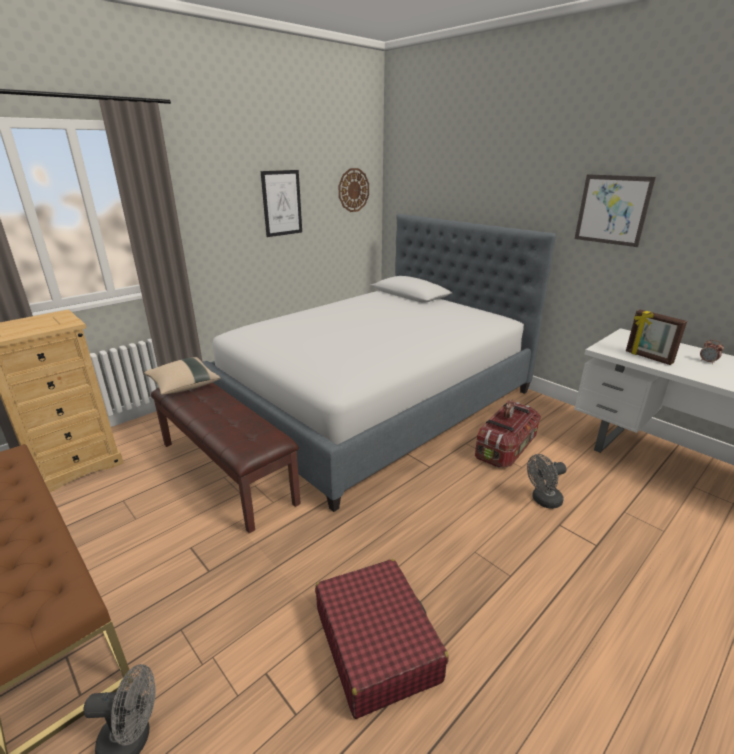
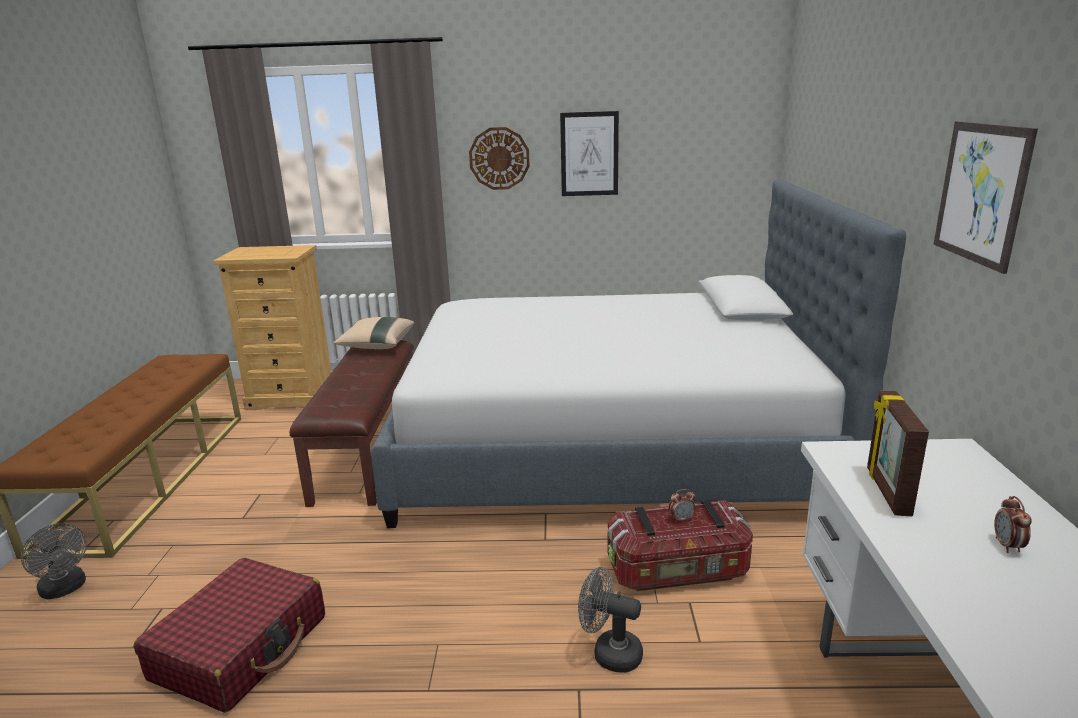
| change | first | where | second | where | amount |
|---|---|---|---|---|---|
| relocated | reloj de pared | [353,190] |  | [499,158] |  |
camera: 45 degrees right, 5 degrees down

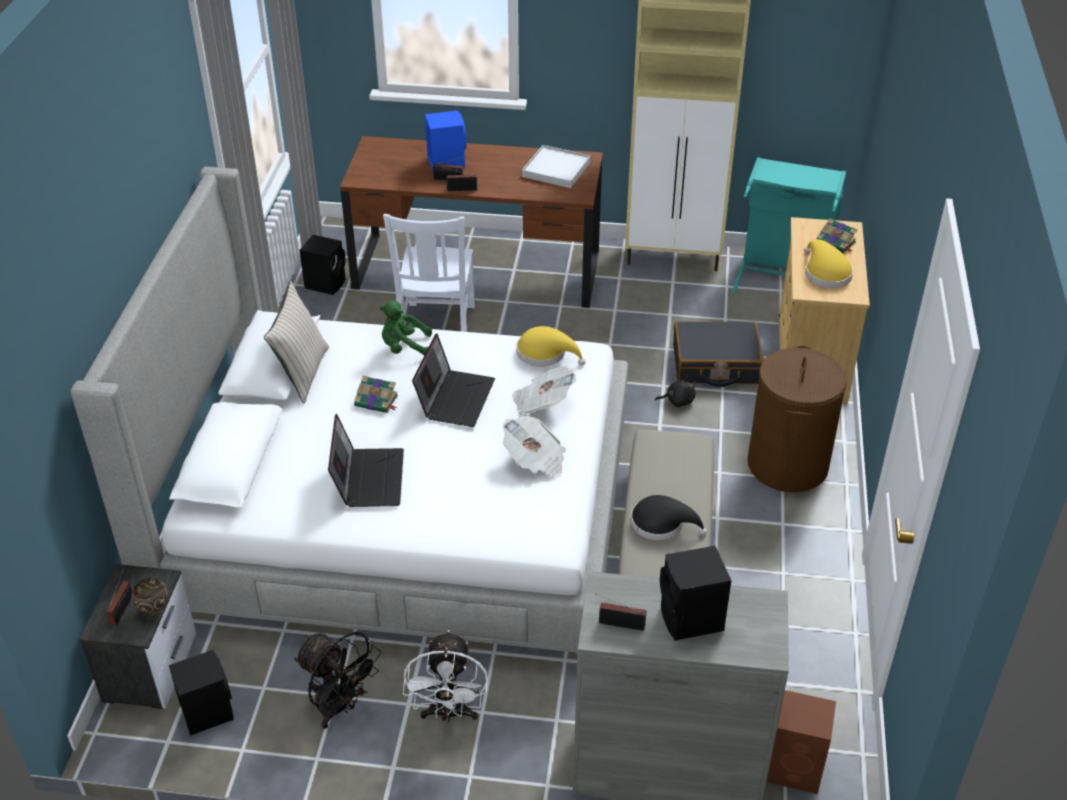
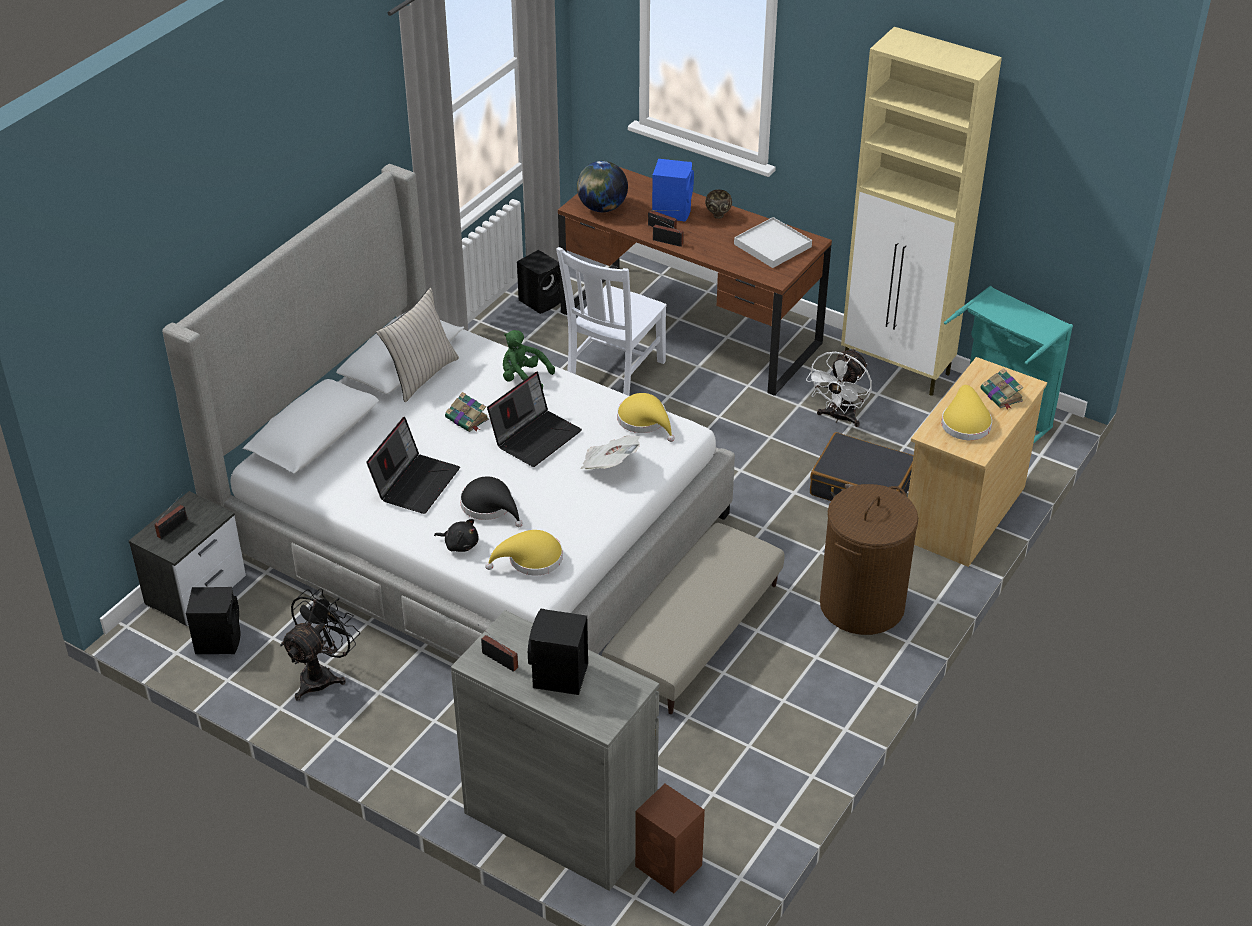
| change | first | where | second | where | amount |
|---|---|---|---|---|---|
| spun | ventilador (negro) | [340,707] |  | [322,675] | 120 degrees counterclockwise |
| relocated | peluche (negro) | [677,400] |  | [460,544] |  |
| relocated | sombrero (negro) | [661,524] |  | [490,506] |  |
| appeared |  |  | sombrero (amarillo) | [531,560] |  |
| appeared |  |  | globo terráqueo | [602,208] |  |
| relocated | cuenco (marrón) | [153,609] |  | [717,215] |  |
| relocated | ventilador (blanco) | [449,713] |  | [839,417] |  |
| missing | periódico | [535,460] |  |  |  |
camera: 25 degrees right, 0 degrees up

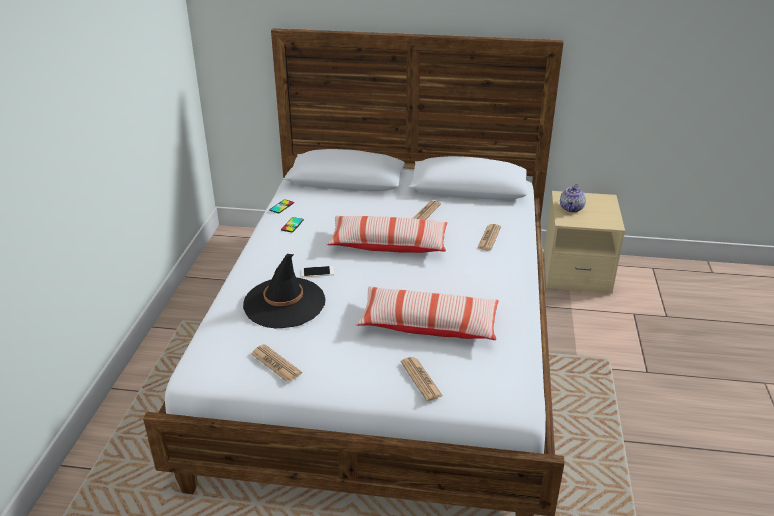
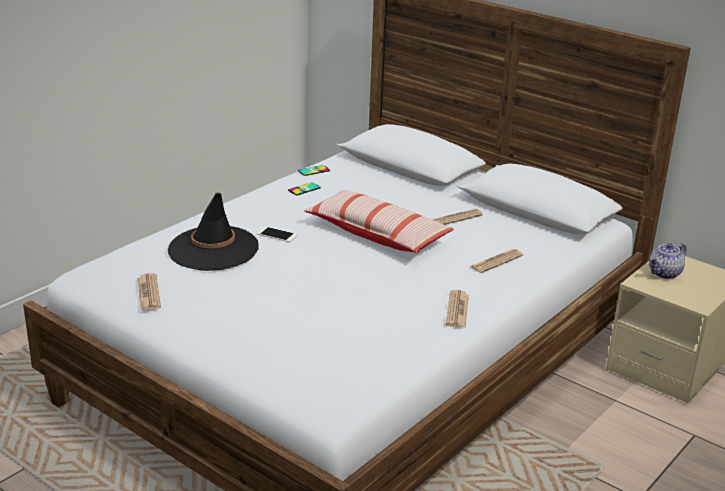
| change | first | where | second | where | amount |
|---|---|---|---|---|---|
| relocated | periódico | [421,379] |  | [457,310] |  |
| missing | cojín | [428,325] |  |  |  |
camera: 30 degrees right, 5 degrees down

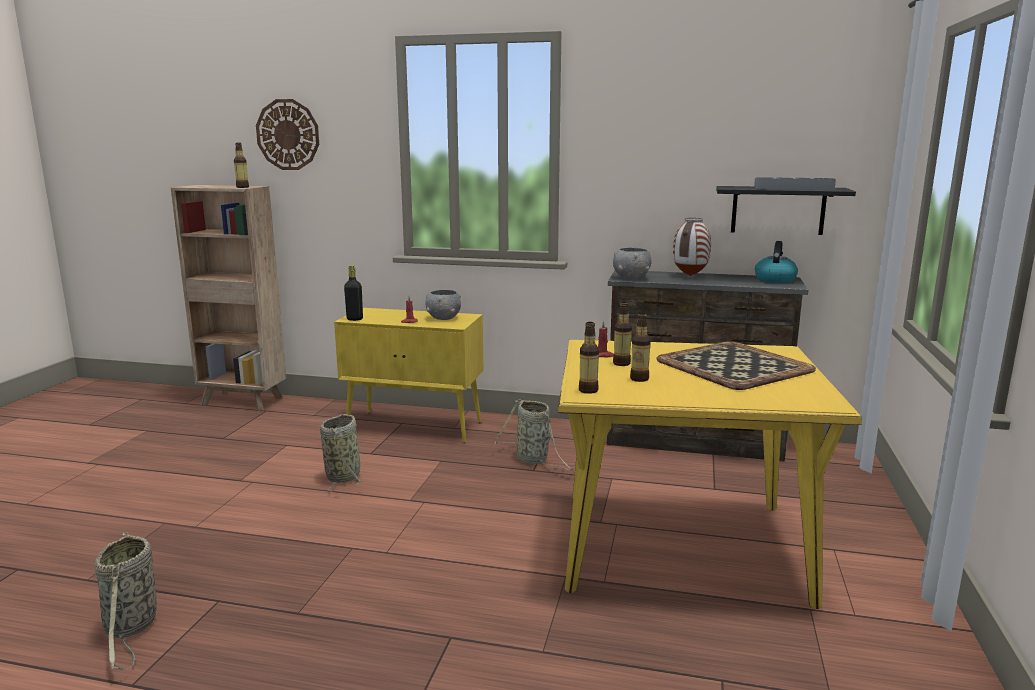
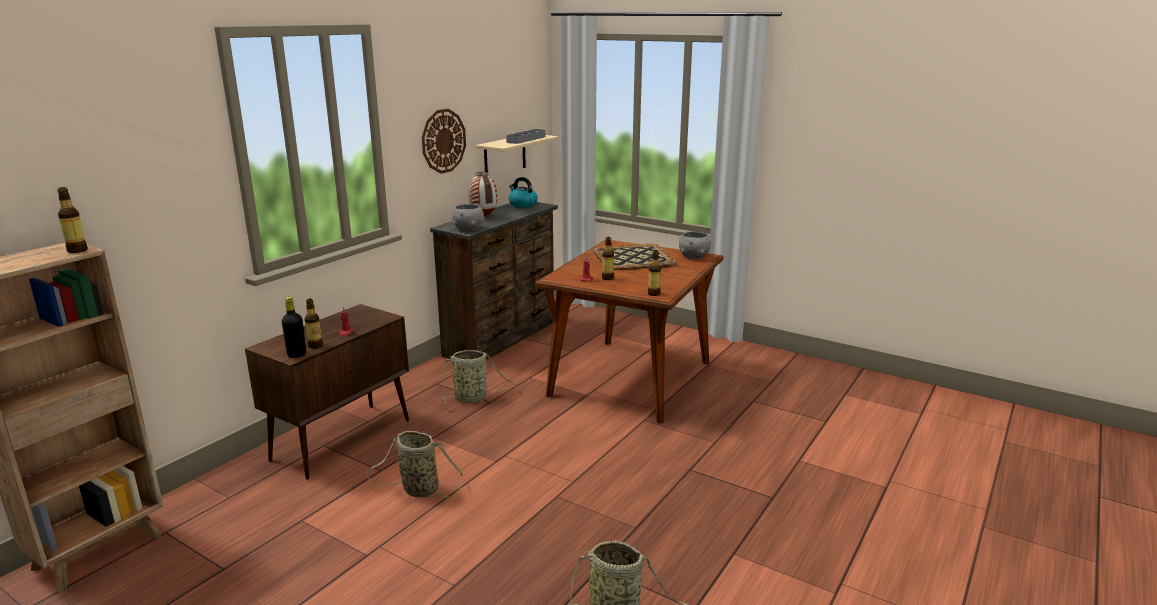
| change | first | where | second | where | amount |
|---|---|---|---|---|---|
| colour | armario (amarillo) | [415,427] | armario (marrón) | [343,439] |  |
| relocated | botella | [639,379] |  | [315,346] |  |
| relocated | reloj de pared | [288,135] |  | [443,141] |  |
| colour | estante (negro) | [778,210] | estante (beis) | [505,155] |  |
| colour | mesa de comedor (amarillo) | [679,545] | mesa de comedor (marrón) | [630,379] |  |
| relocated | cuenco (gris) | [443,318] |  | [694,257] |  |
camera: 70 degrees left, 5 degrees up

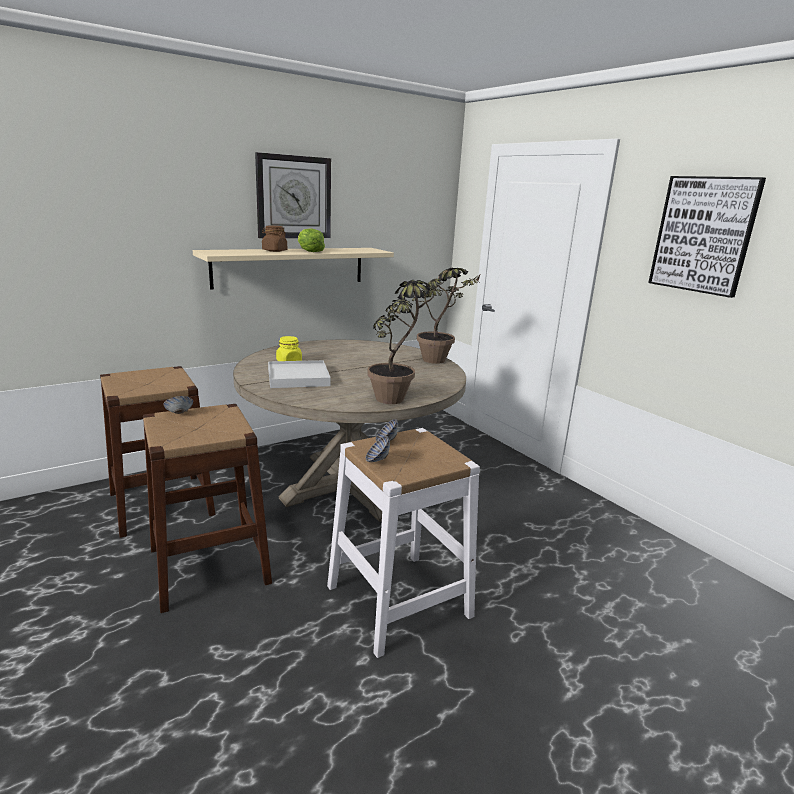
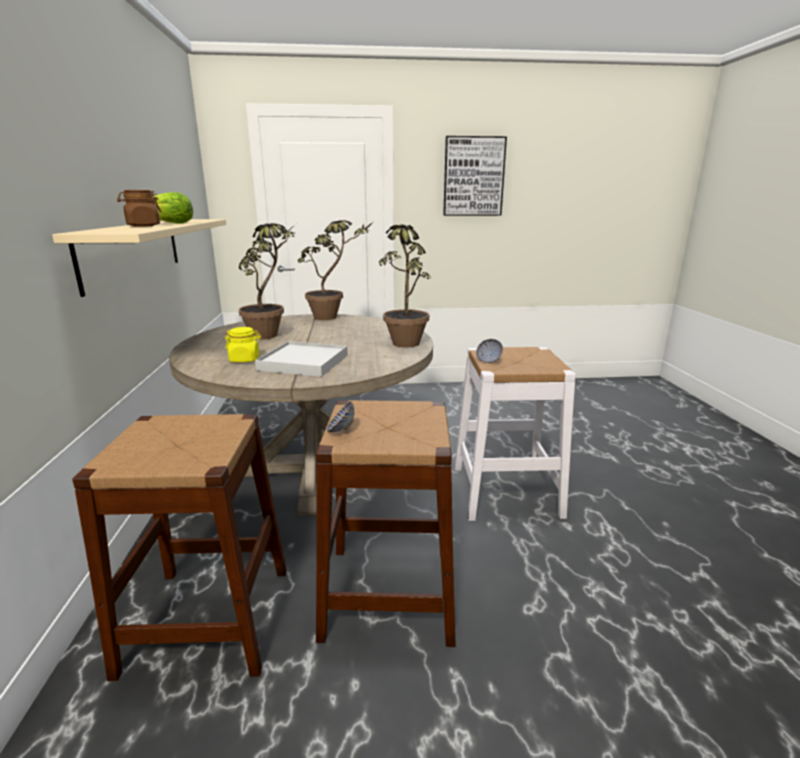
| change | first | where | second | where | amount |
|---|---|---|---|---|---|
| appeared |  |  | planta en maceta | [271,333] |  |
| missing | reloj de pared | [293,197] |  |  |  |
| missing | cuenco | [377,460] |  |  |  |
camera: 60 degrees left, 0 degrees up

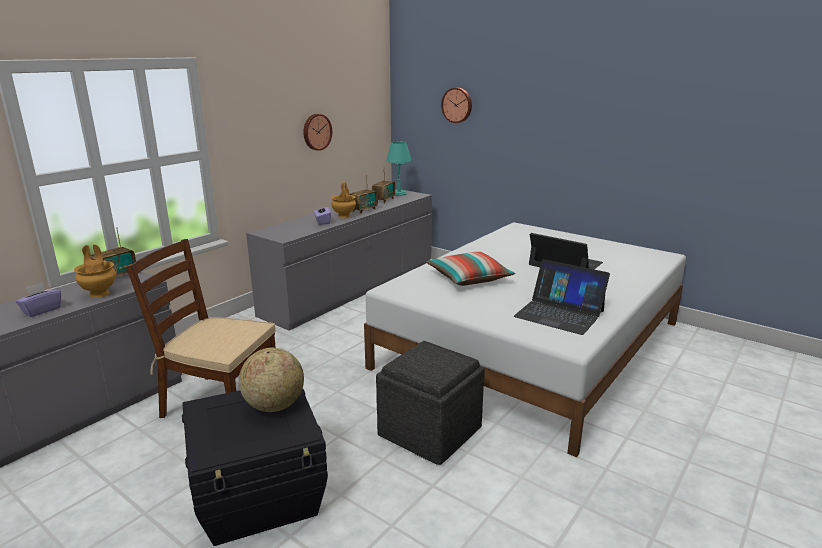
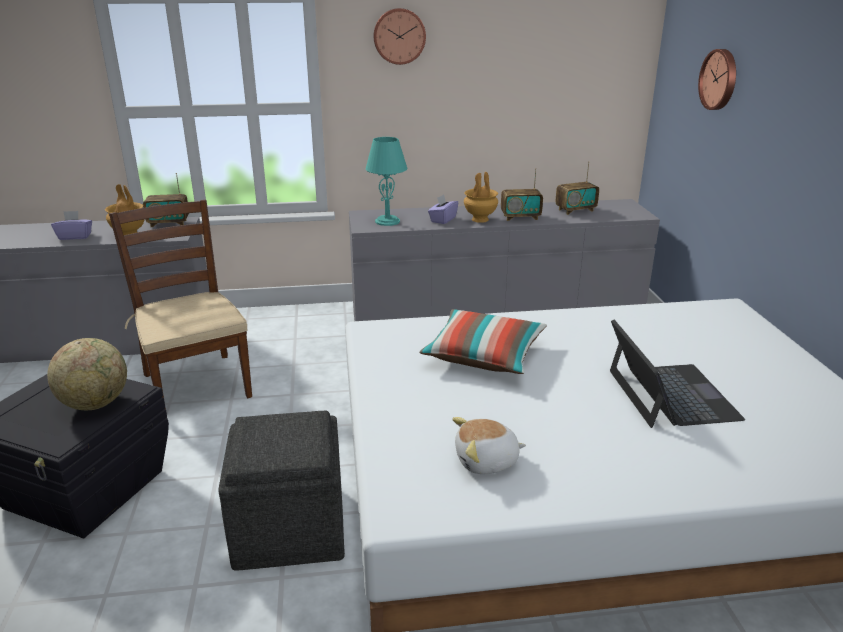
| change | first | where | second | where | amount |
|---|---|---|---|---|---|
| relocated | lámpara de mesa (turquesa) | [399,193] |  | [387,221] |  |
| relocated | reloj de pared | [316,132] |  | [399,36] |  |
| exchanged | portátil | [559,313] | peluche | [487,461] |  |
camera: 45 degrees right, 5 degrees up

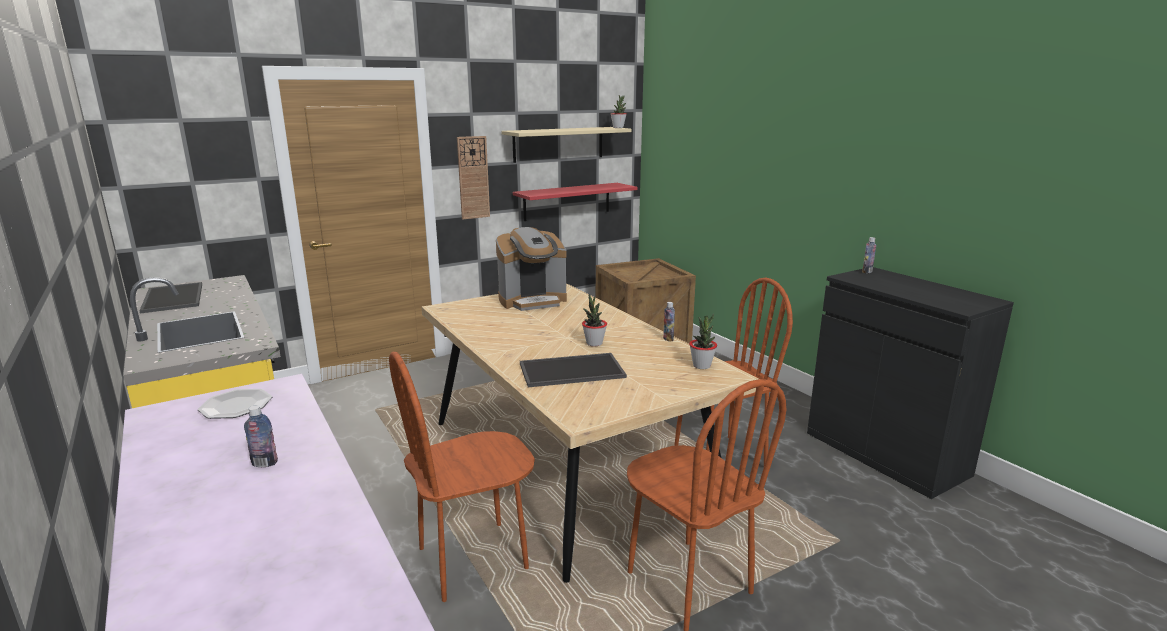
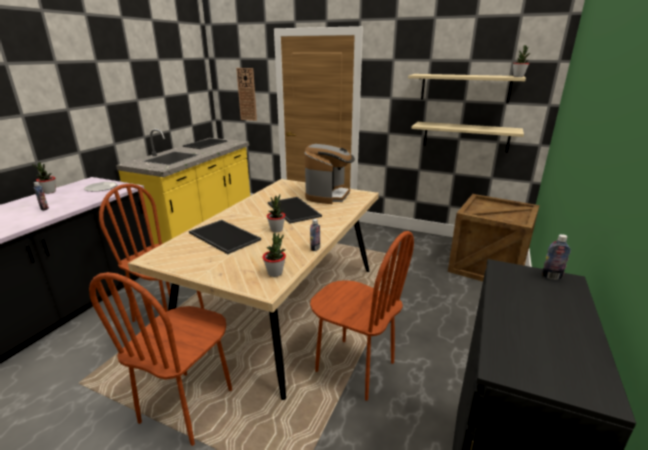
| change | first | where | second | where | amount |
|---|---|---|---|---|---|
| appeared |  |  | planta en maceta | [49,192] |  |
| relocated | reloj de pared | [473,177] |  | [247,94] |  |
| appeared |  |  | bandeja | [292,210] |  |
| spun | cafetera | [532,301] |  | [328,195] | 105 degrees counterclockwise |
| colour | estante (rojo) | [567,201] | estante (beis) | [465,136] |  |
camera: 55 degrees right, 5 degrees up

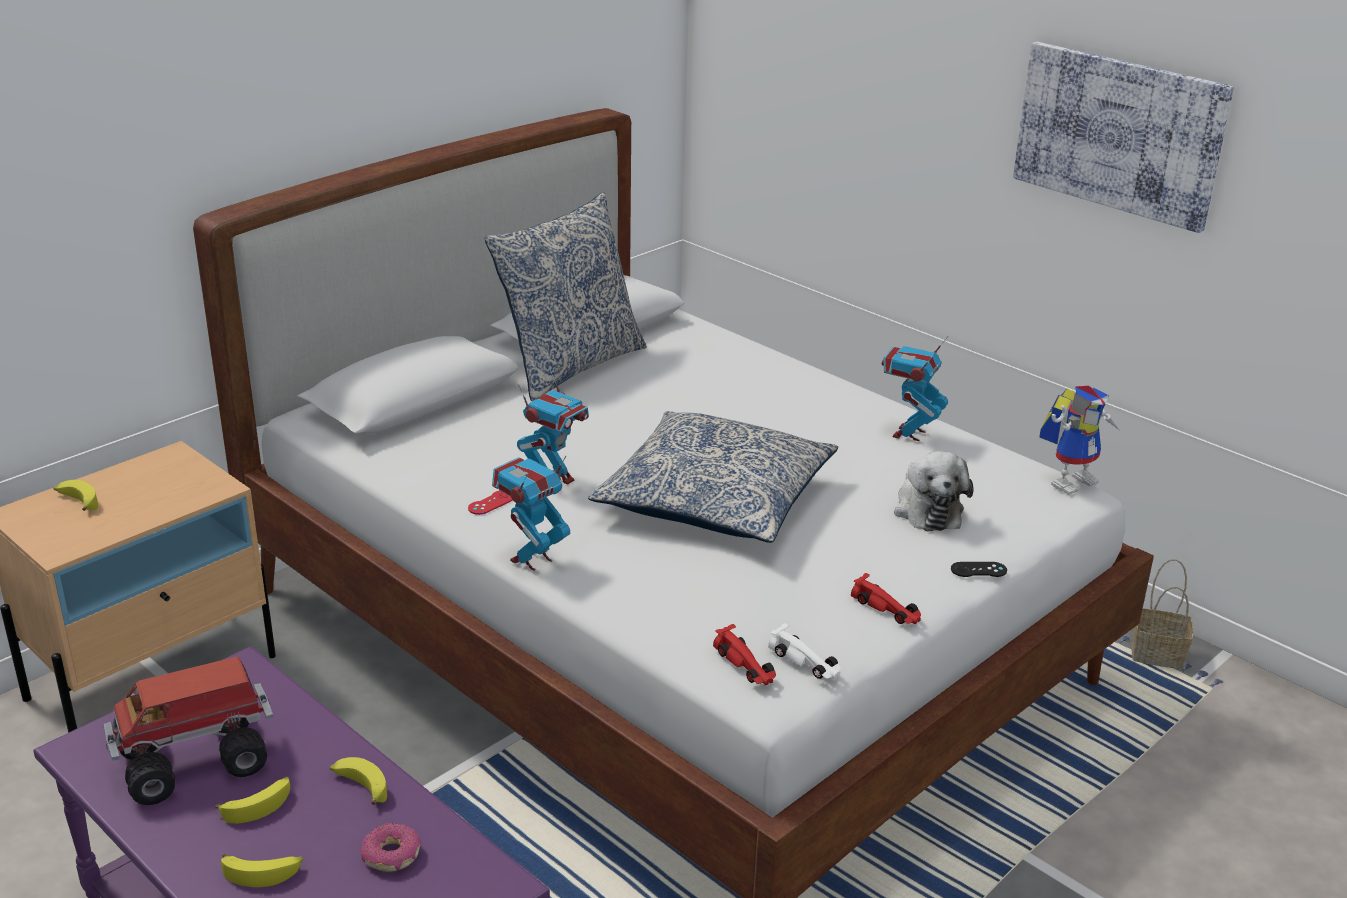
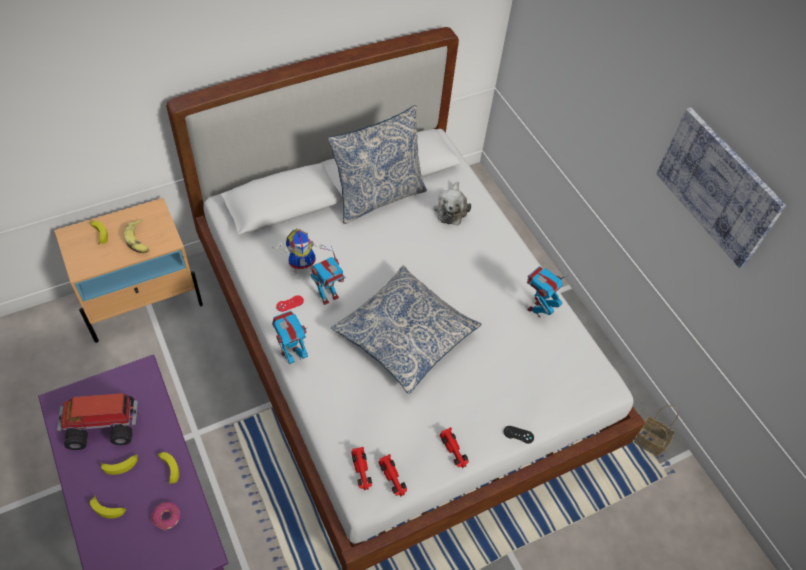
| change | first | where | second | where | amount |
|---|---|---|---|---|---|
| appeared |  |  | plátano | [138,240] |  |
| relocated | robot de juguete | [1071,479] |  | [304,268] |  |
| colour | coche de juguete (blanco) | [805,661] | coche de juguete (rojo) | [393,478] |  |
| relocated | peluche | [927,509] |  | [451,209] |  |
camera: 15 degrees right, 25 degrees up

